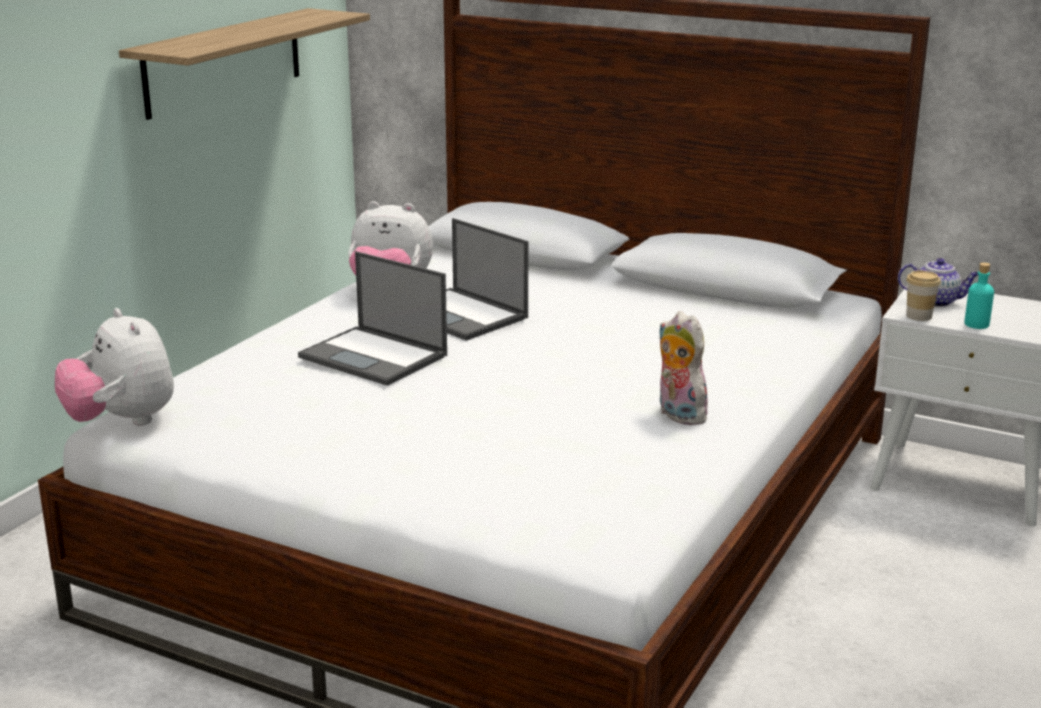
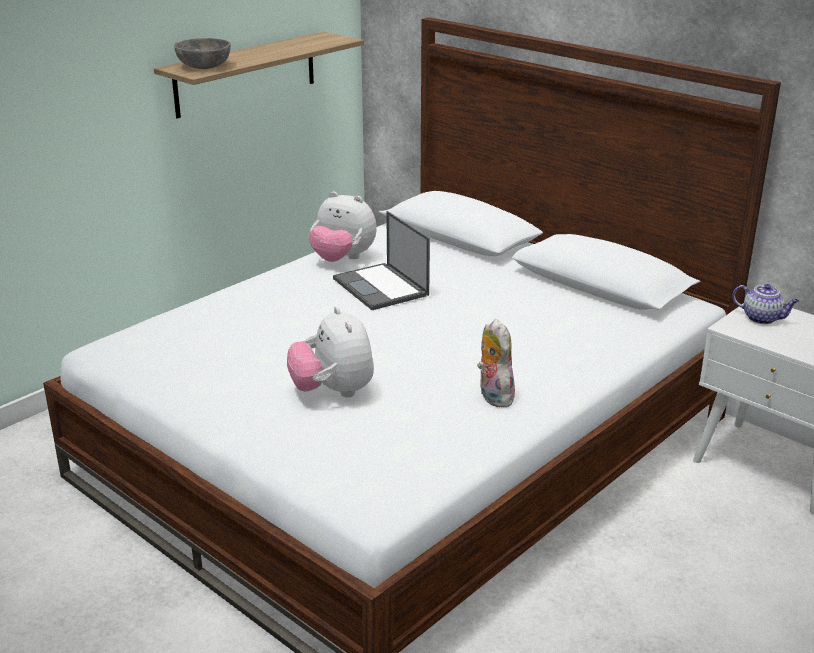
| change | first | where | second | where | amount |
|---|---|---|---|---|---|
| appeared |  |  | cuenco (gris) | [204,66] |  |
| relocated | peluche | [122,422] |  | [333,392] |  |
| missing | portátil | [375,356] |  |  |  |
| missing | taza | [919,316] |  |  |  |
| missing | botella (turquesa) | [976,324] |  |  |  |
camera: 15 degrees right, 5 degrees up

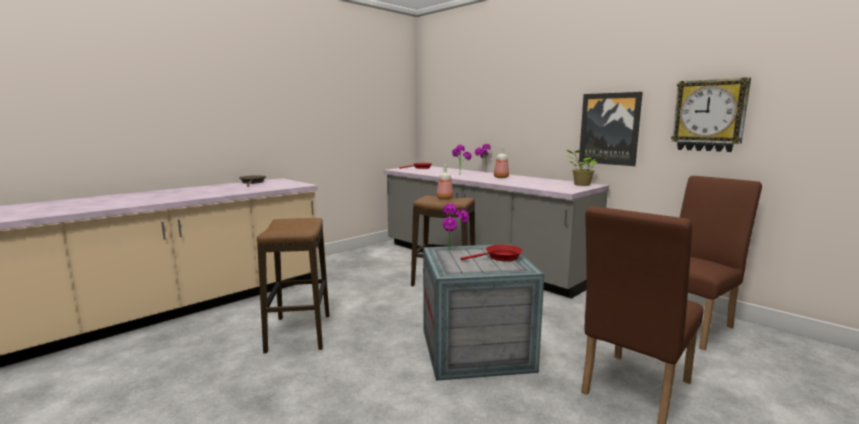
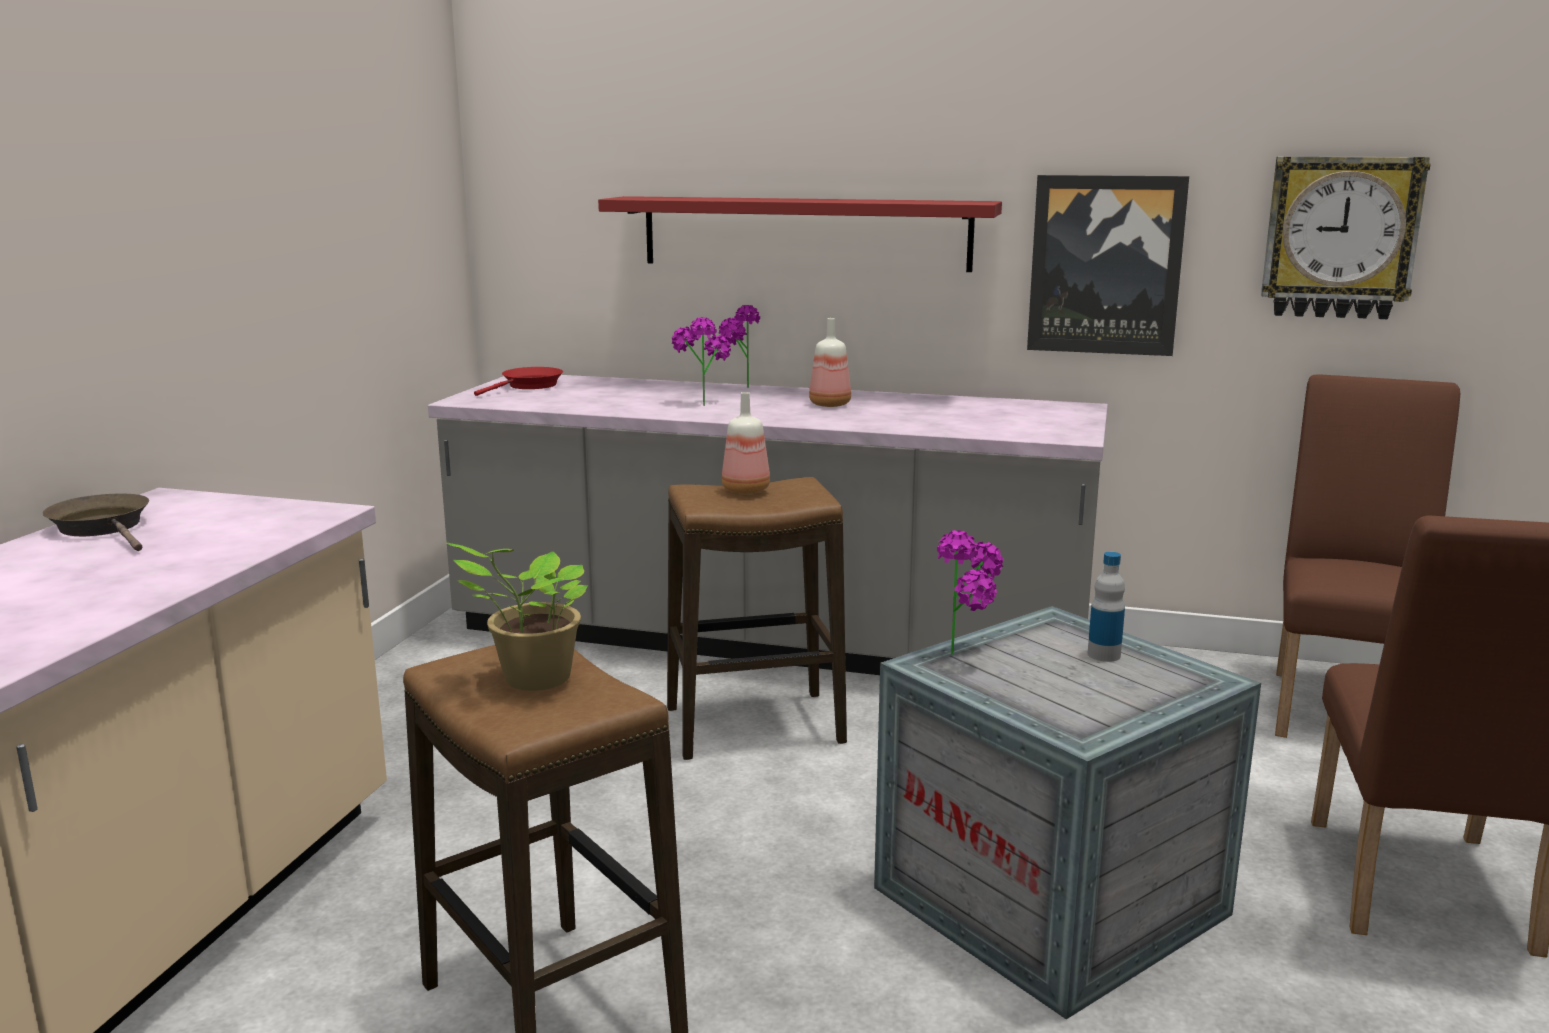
| change | first | where | second | where | amount |
|---|---|---|---|---|---|
| relocated | planta en maceta | [580,185] |  | [532,679] |  |
| appeared |  |  | estante (rojo) | [804,233] |  |
| exchanged | sartén (rojo) | [500,257] | botella | [1104,655] |  |
camera: 30 degrees left, 5 degrees up

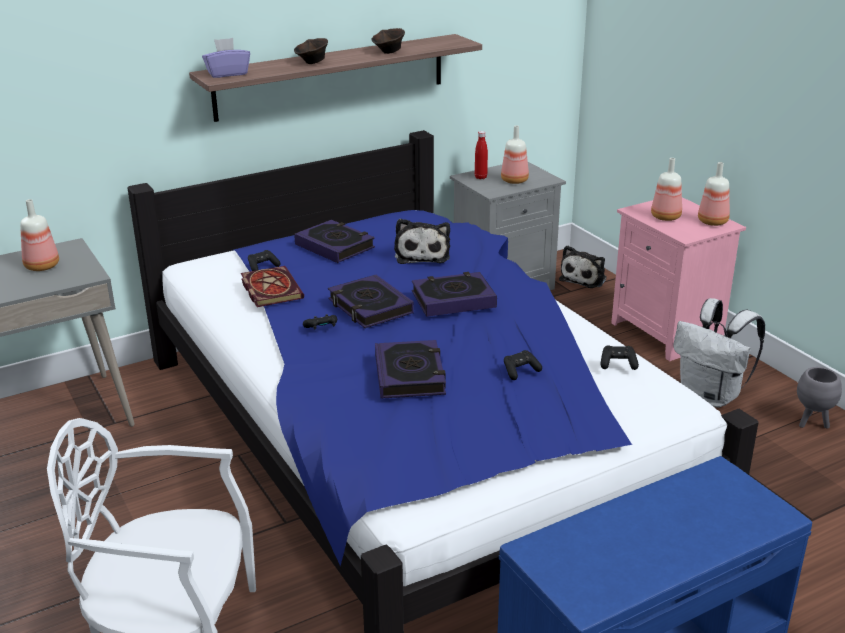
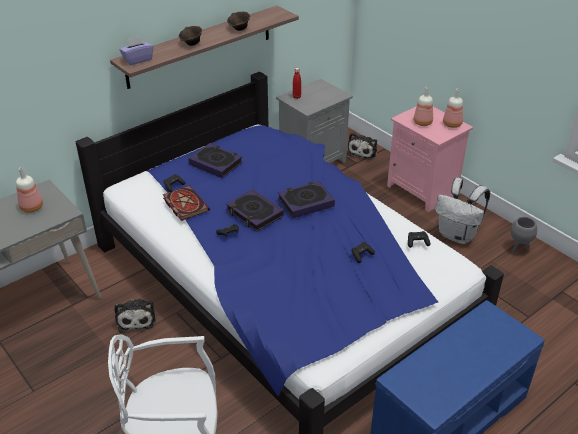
| change | first | where | second | where | amount |
|---|---|---|---|---|---|
| relocated | peluche | [422,254] |  | [136,318] |  |
| missing | libro | [410,375] |  |  |  |
| missing | botella | [514,180] |  |  |  |
camera: 10 degrees left, 10 degrees up

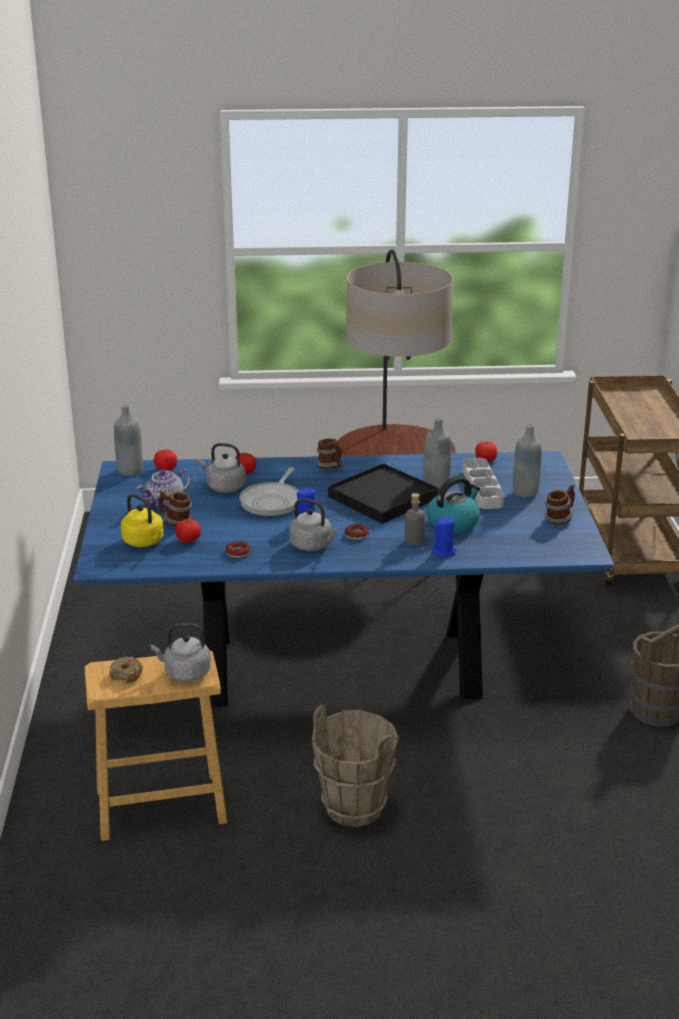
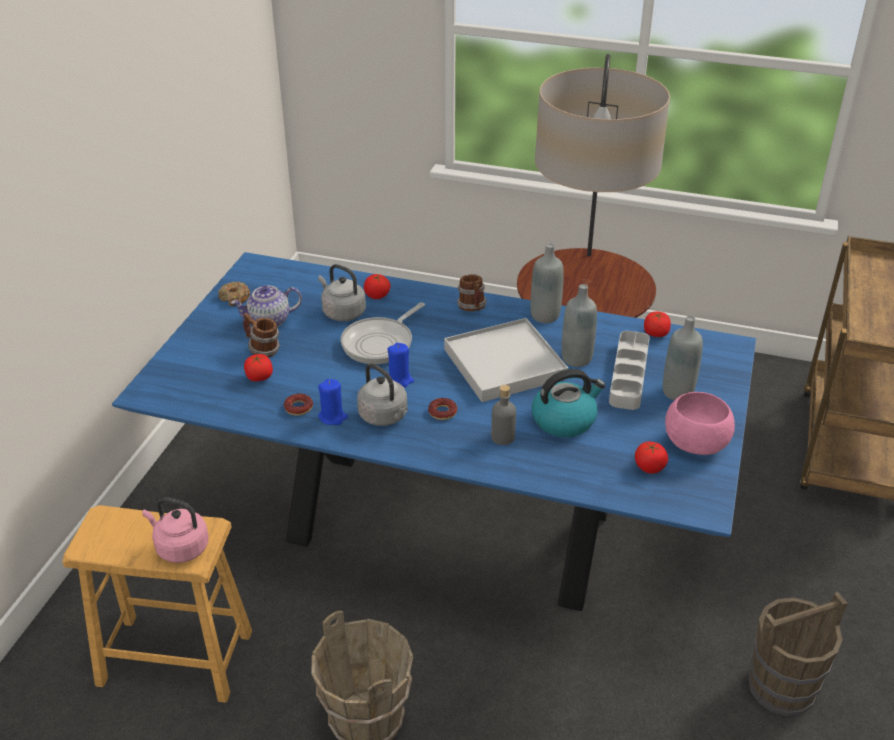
| change | first | where | second | where | amount |
|---|---|---|---|---|---|
| colour | hervidor (gris) | [185,673] | hervidor (rosa) | [180,547] |  |
| relocated | rosquilla | [126,675] |  | [235,298] |  |
| relocated | vela (azul) | [444,552] |  | [333,417] |  |
| colour | bandeja (negro) | [382,498] | bandeja (blanco) | [504,364] |  |
| relocated | botella (gris) | [130,471] |  | [545,316] |  |
| relocated | tomate | [166,468] |  | [649,467] |  |
| exchanged | taza grande | [559,519] | cuenco (rosa) | [697,444] |  |
| missing | hervidor (amarillo) | [145,542] |  |  |  |
camera: 20 degrees right, 10 degrees up

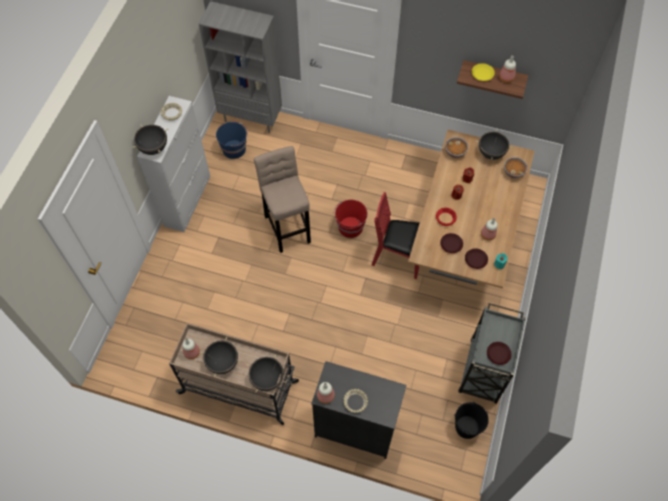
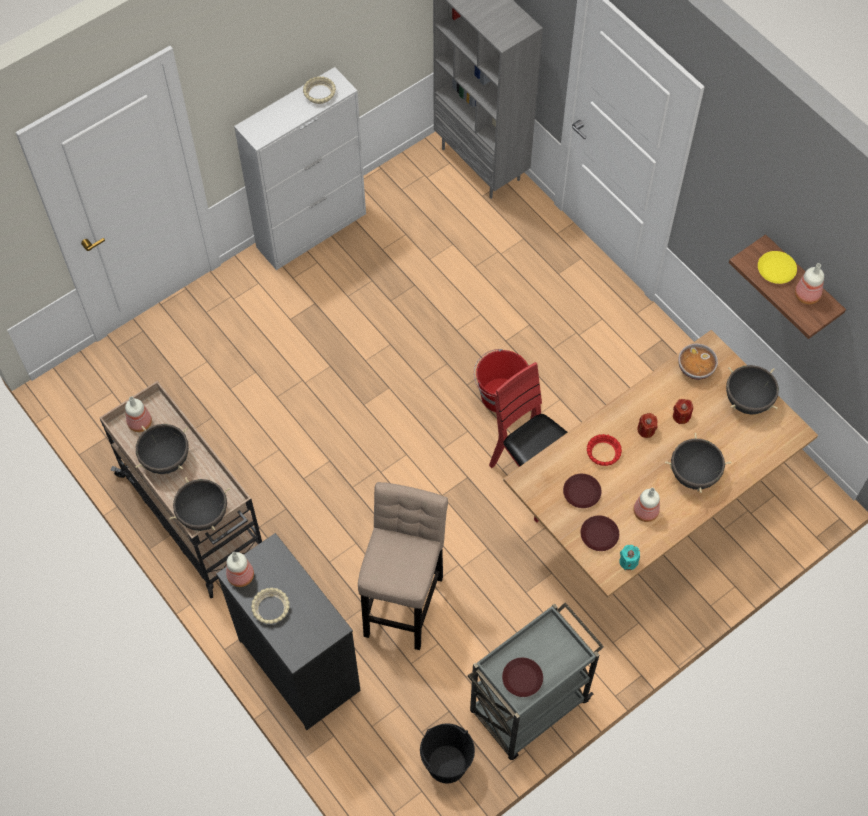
| change | first | where | second | where | amount |
|---|---|---|---|---|---|
| relocated | taburete (beis) | [287,226] |  | [404,600] |  |
| relocated | olla (negro) | [153,148] |  | [694,474] |  |
| missing | cubo (azul) | [234,149] |  |  |  |
| missing | cuenco | [513,172] |  |  |  |
camera: 35 degrees right, 0 degrees up

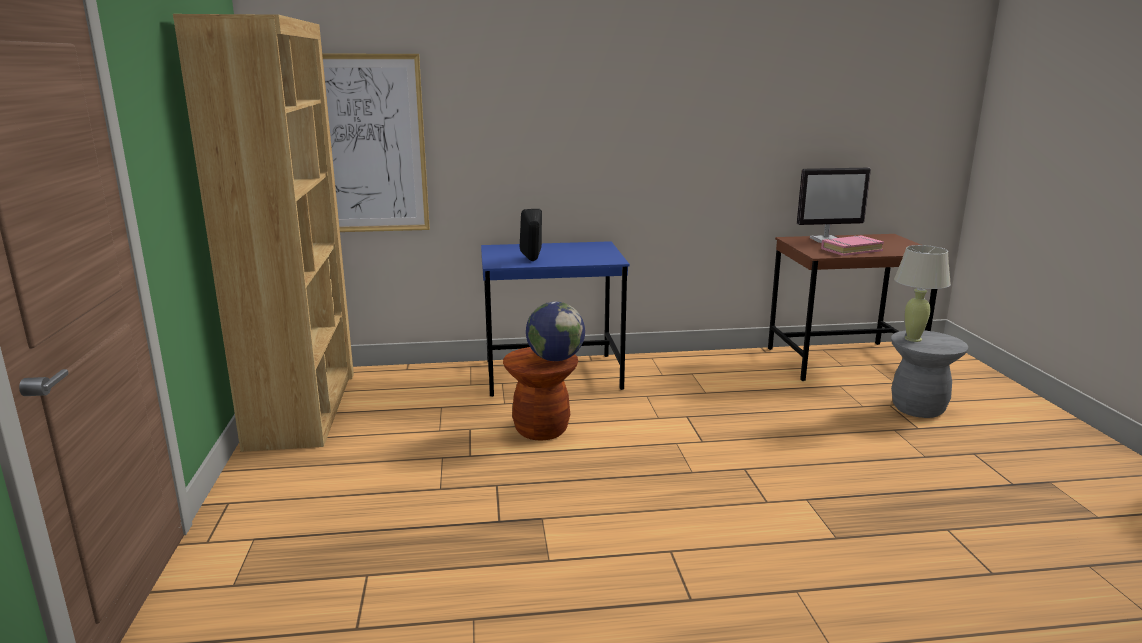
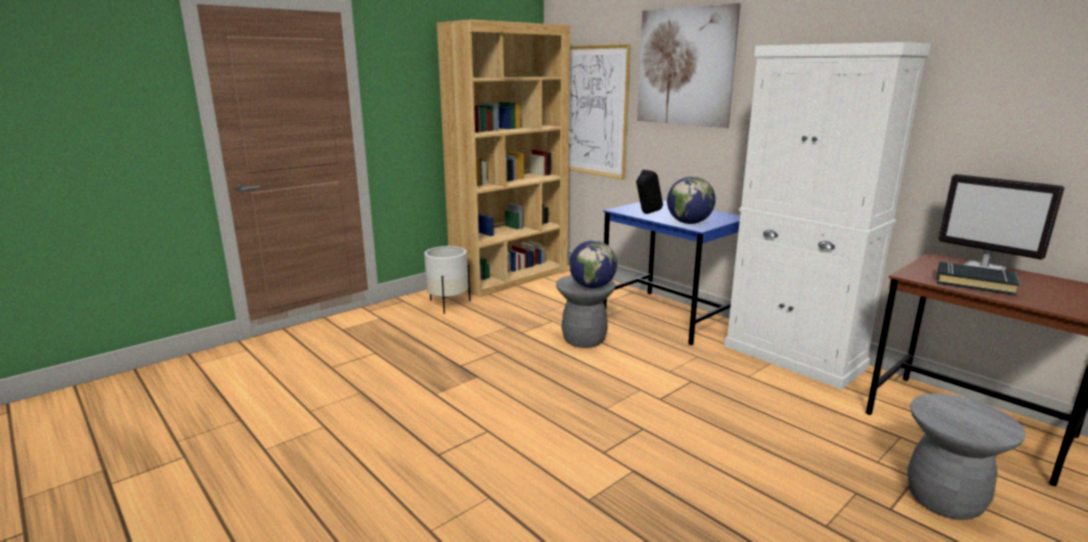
| change | first | where | second | where | amount |
|---|---|---|---|---|---|
| appeared |  |  | maceta (blanco) | [448,304] |  |
| colour | taburete (marrón) | [541,430] | taburete (gris) | [584,340] |  |
| appeared |  |  | cuadro | [685,67] |  |
| appeared |  |  | globo terráqueo | [689,223] |  |
| appeared |  |  | armario (blanco) | [793,357] |  |
| colour | libro (rosa) | [851,250] | libro (negro) | [974,283] |  |
| missing | lámpara de mesa (beis) | [913,339] |  |  |  |
camera: 55 degrees right, 0 degrees up

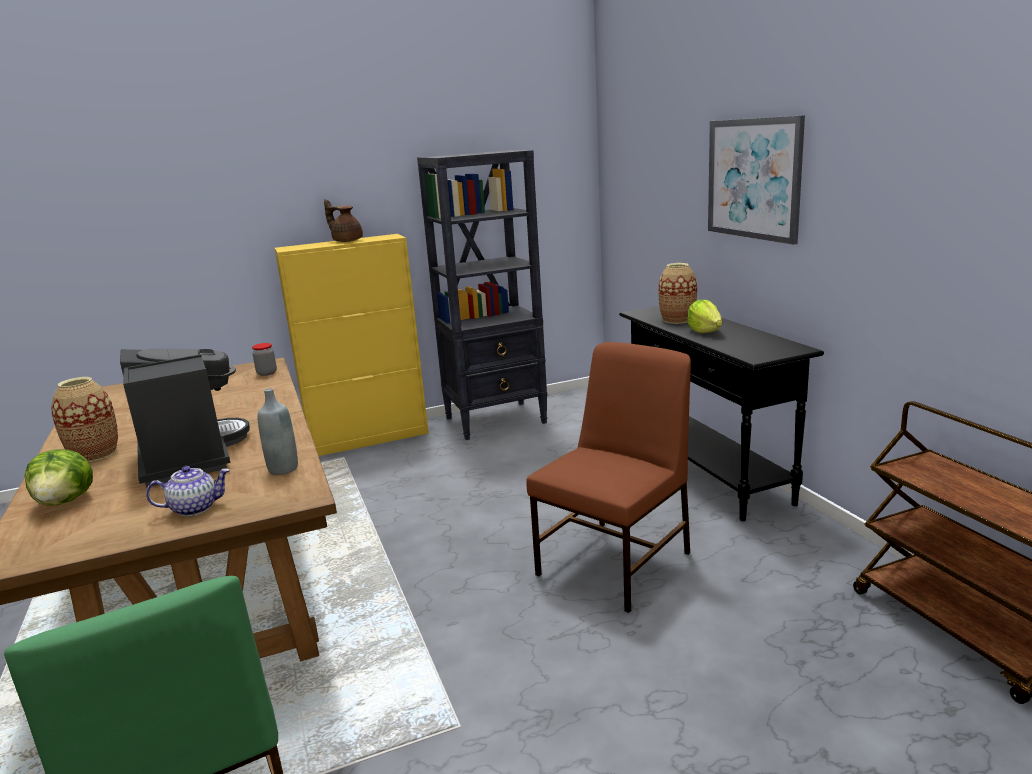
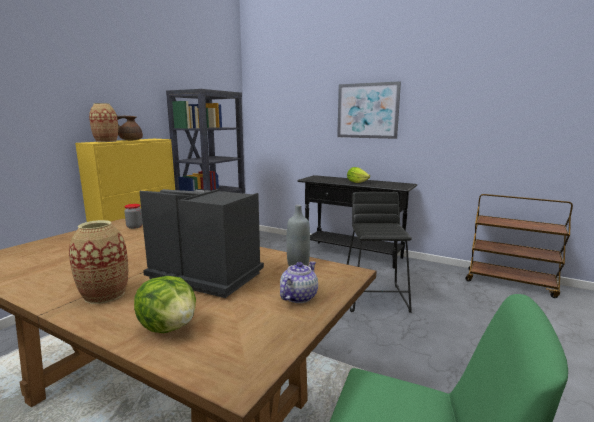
| change | first | where | second | where | amount |
|---|---|---|---|---|---|
| relocated | florero | [677,320] |  | [106,141] |  |
| exchanged | silla (marrón) | [616,562] | taburete (negro) | [376,298] |  |
camera: 40 degrees left, 5 degrees down

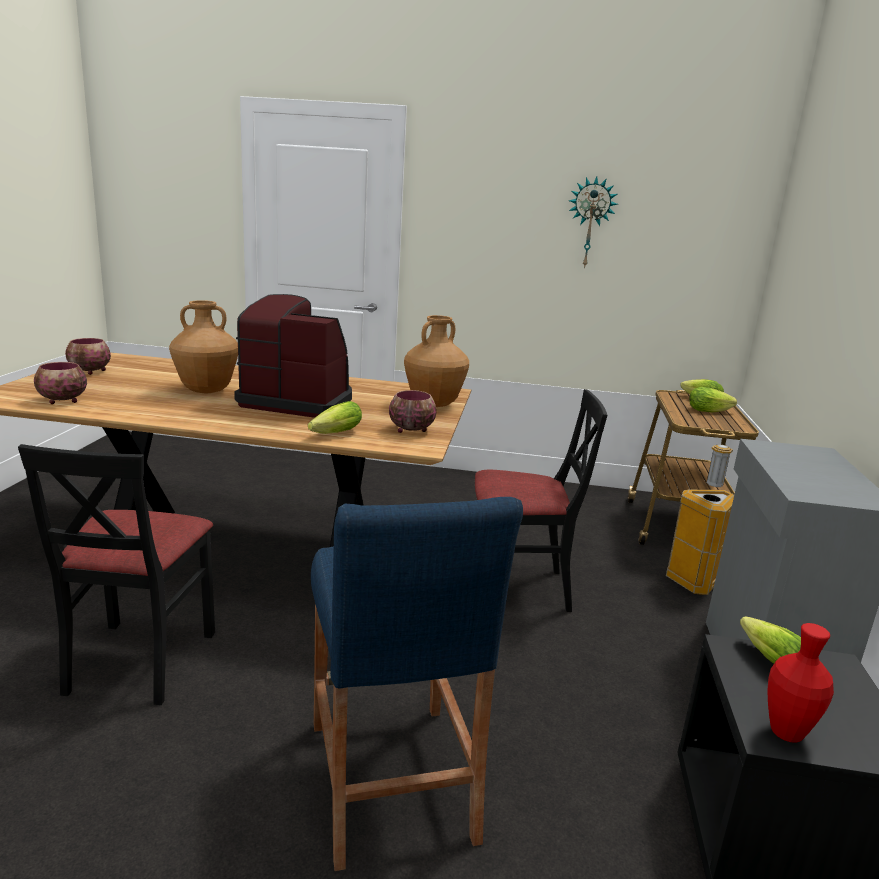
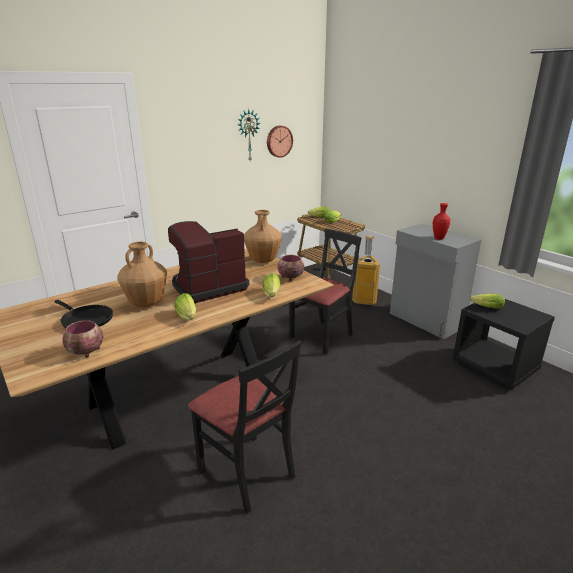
| change | first | where | second | where | amount |
|---|---|---|---|---|---|
| appeared |  |  | sartén (negro) | [85,319] |  |
| appeared |  |  | lechuga | [187,317] |  |
| appeared |  |  | reloj de pared | [279,141] |  |
| relocated | florero (rojo) | [786,733] |  | [439,238] |  |
| missing | cuenco | [90,372] |  |  |  |
| missing | taburete (azul) | [391,779] |  |  |  |
camera: 45 degrees left, 5 degrees up

